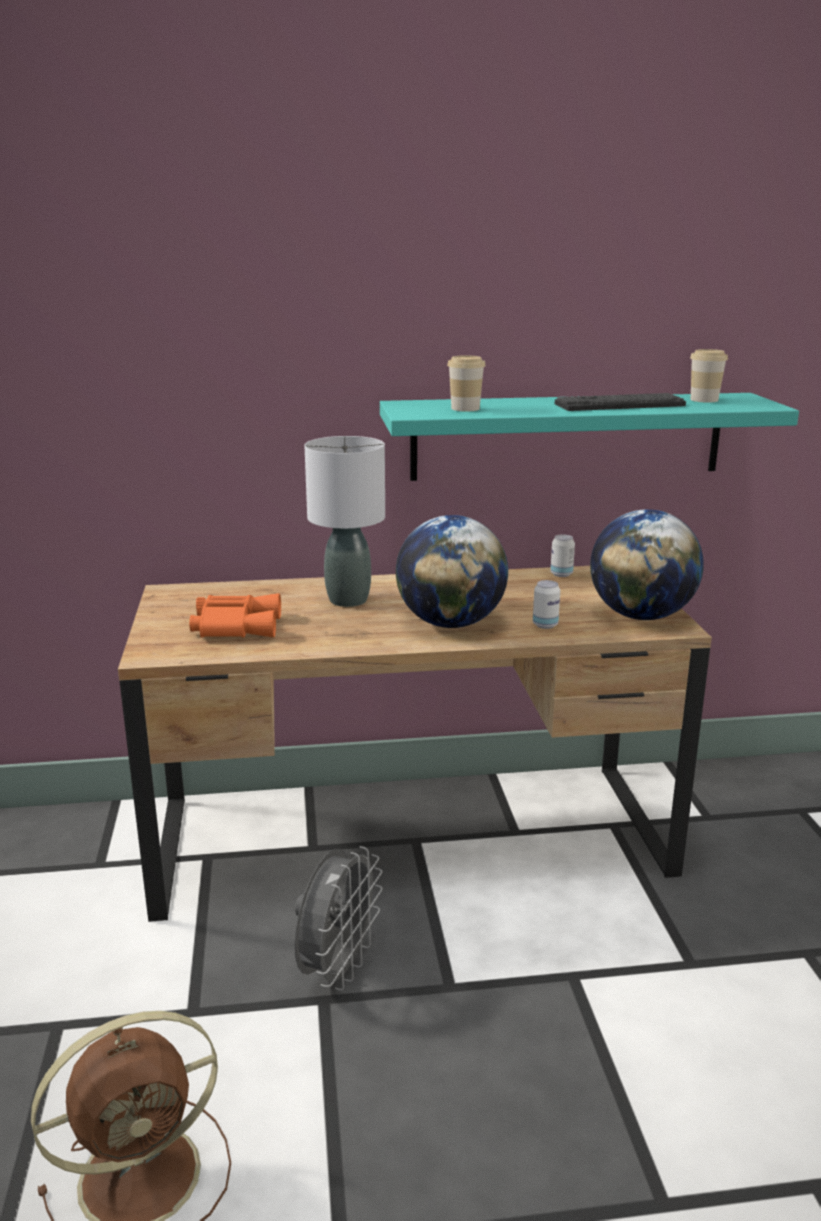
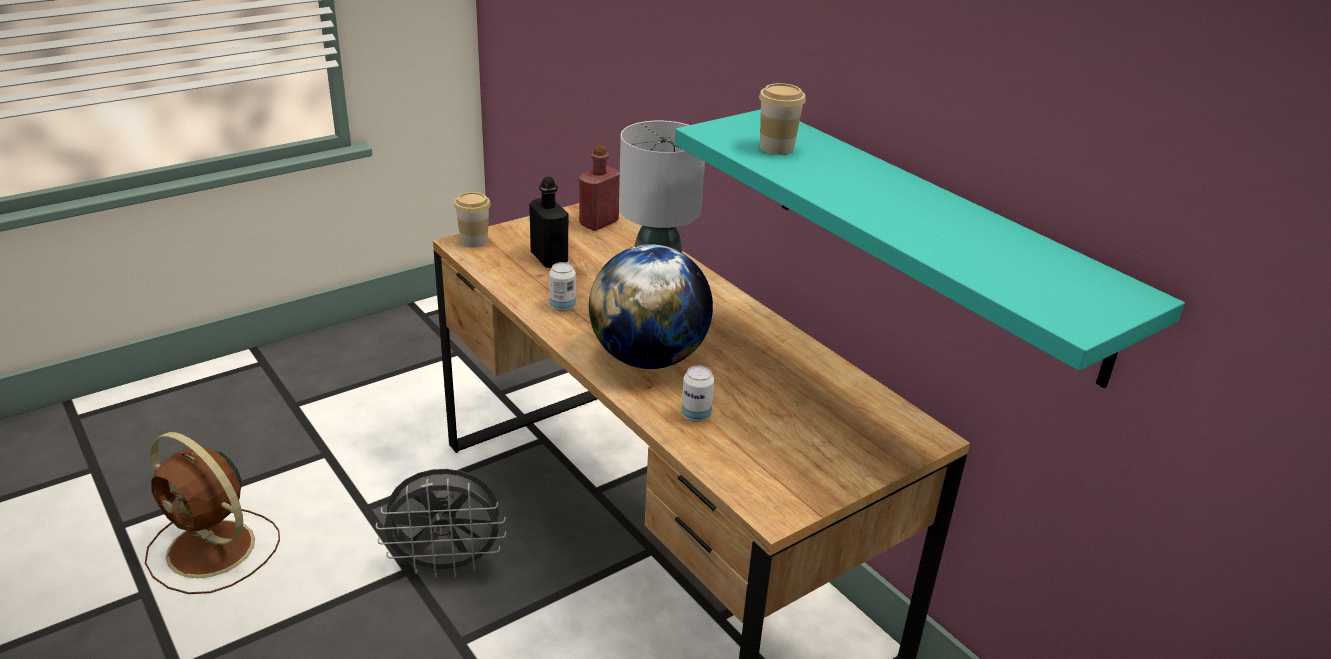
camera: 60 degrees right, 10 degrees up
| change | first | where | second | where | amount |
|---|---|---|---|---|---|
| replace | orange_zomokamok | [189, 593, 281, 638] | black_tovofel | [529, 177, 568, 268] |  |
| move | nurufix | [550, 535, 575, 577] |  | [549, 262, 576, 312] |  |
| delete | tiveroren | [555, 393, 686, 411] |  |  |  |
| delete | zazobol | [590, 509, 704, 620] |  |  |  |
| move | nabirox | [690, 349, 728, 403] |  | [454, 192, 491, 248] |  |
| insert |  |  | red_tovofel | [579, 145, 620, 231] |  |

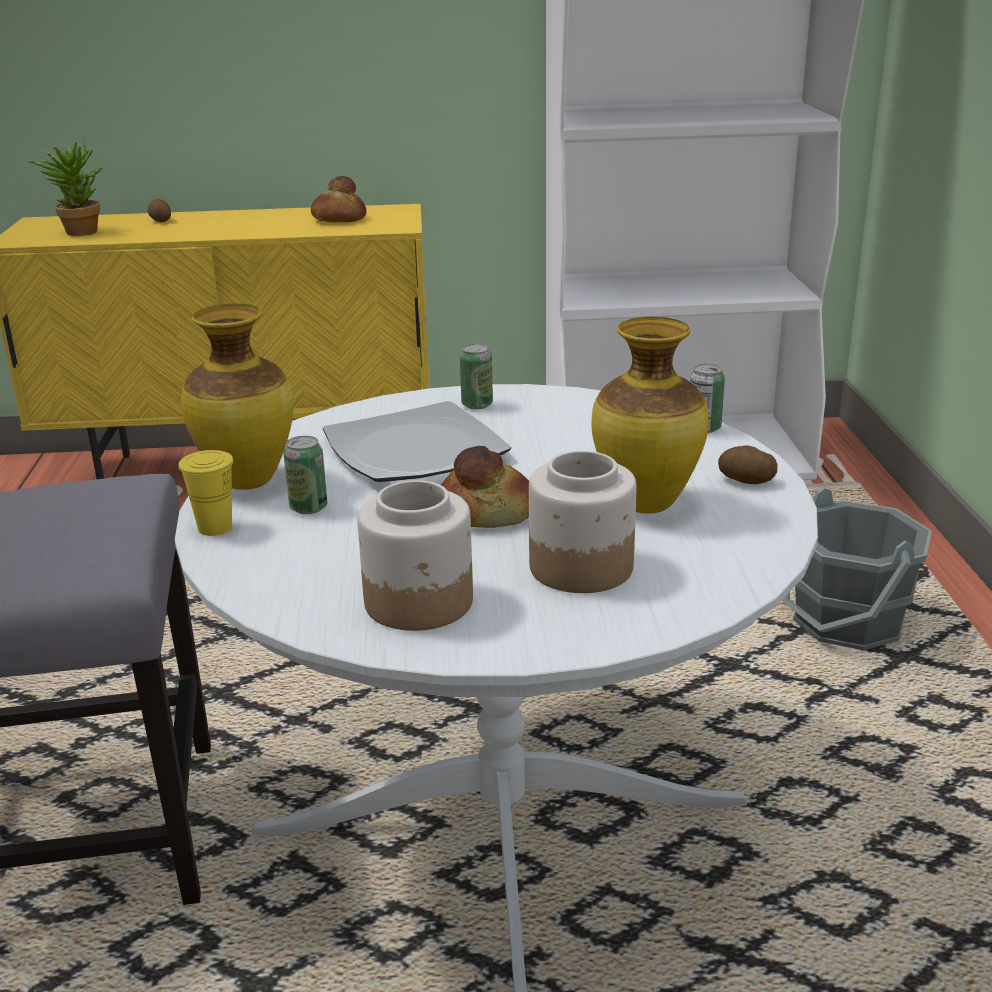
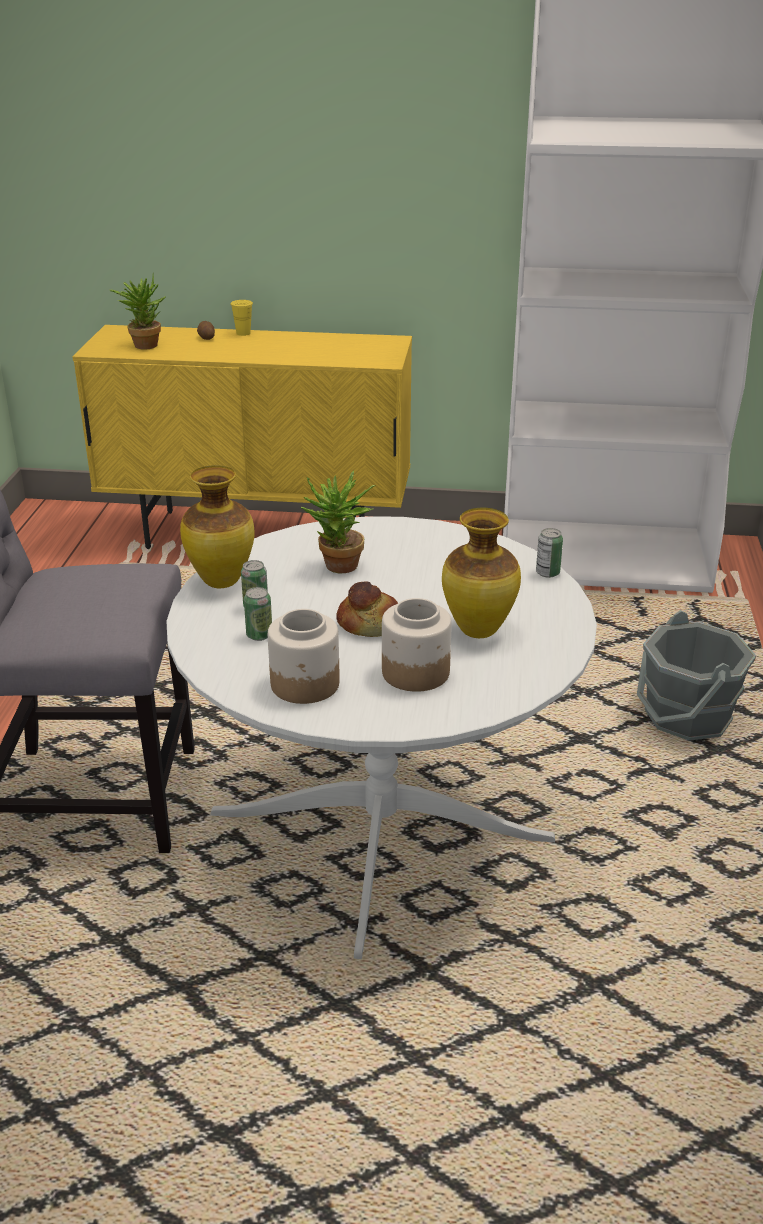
camera: 10 degrees right, 5 degrees up
| change | first | where | second | where | amount |
|---|---|---|---|---|---|
| move | yellow_nabirox | [178, 450, 234, 536] |  | [230, 300, 253, 336] |  |
| delete | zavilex | [311, 176, 367, 222] |  |  |  |
| replace | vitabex | [323, 401, 511, 482] | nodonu | [301, 471, 376, 573] |  |
| move | nurufix | [460, 344, 493, 409] |  | [244, 587, 272, 641] |  |
| delete | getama | [718, 446, 778, 484] |  |  |  |

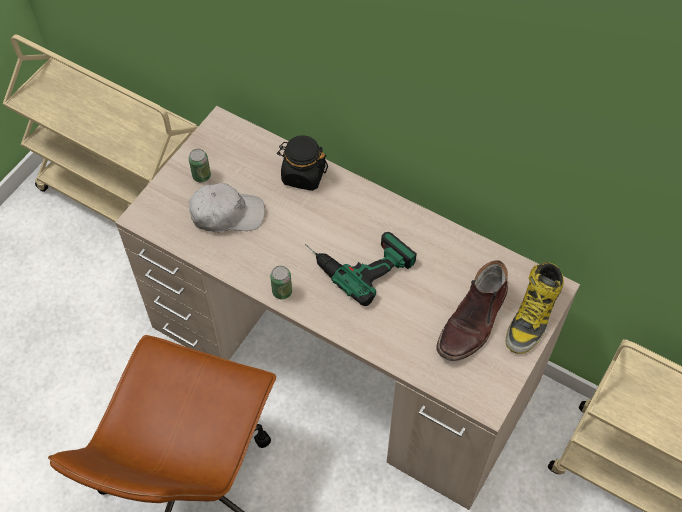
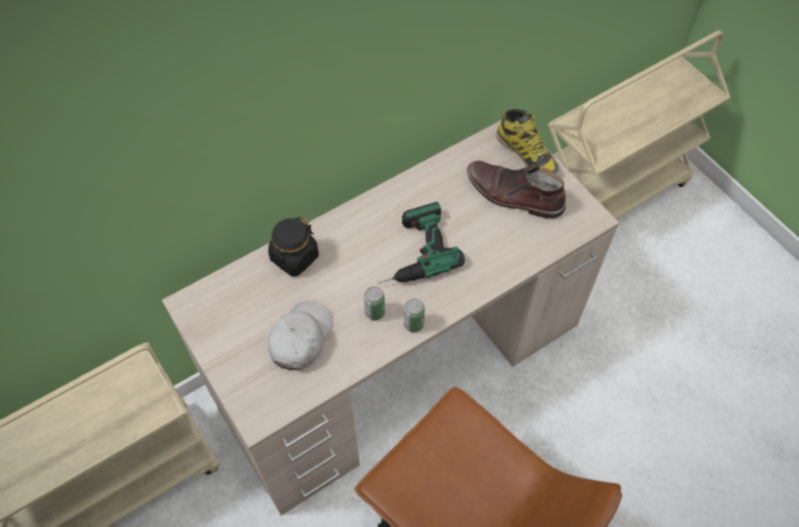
camera: 65 degrees left, 0 degrees up
| change | first | where | second | where | amount |
|---|---|---|---|---|---|
| move | nurufix | [189, 149, 211, 182] |  | [364, 287, 385, 320] |  |
| rotate | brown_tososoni | [436, 260, 508, 361] |  | [467, 161, 566, 219] | 150 degrees clockwise |

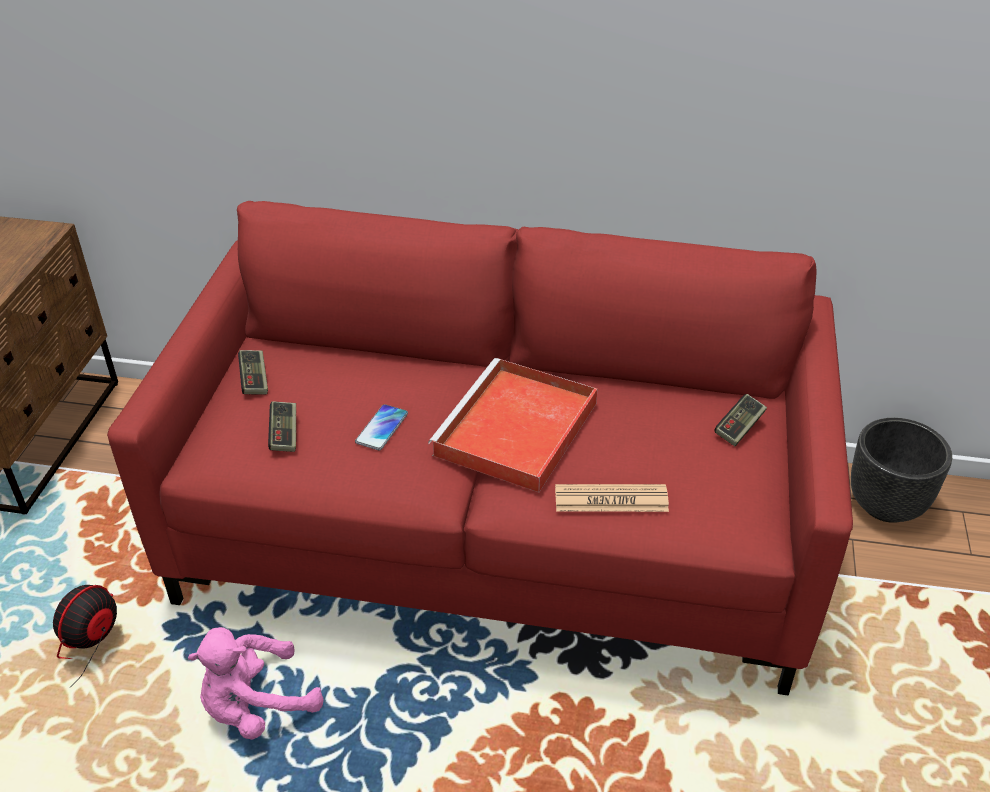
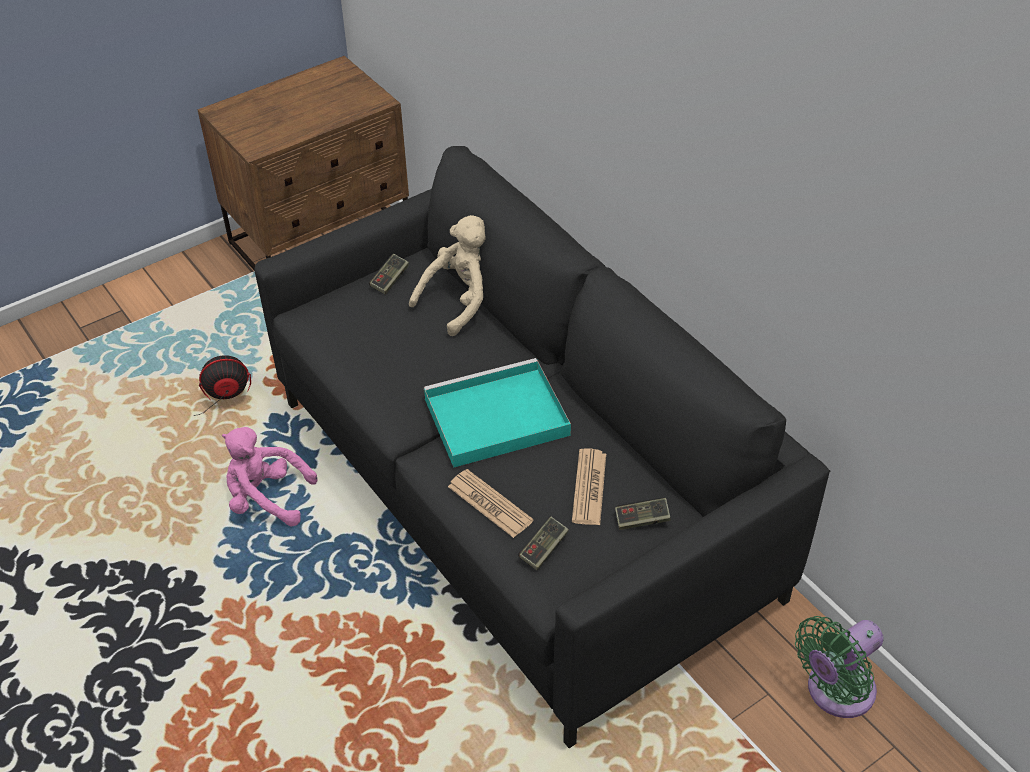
camera: 45 degrees right, 5 degrees up
| change | first | where | second | where | amount |
|---|---|---|---|---|---|
| recolor | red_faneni | [107, 201, 853, 695] | black_faneni | [255, 146, 831, 748] |  |
| move | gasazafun | [268, 401, 296, 452] |  | [518, 516, 569, 570] |  |
| delete | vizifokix | [355, 404, 408, 450] |  |  |  |
| recolor | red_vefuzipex | [428, 358, 597, 493] | turquoise_vefuzipex | [424, 358, 571, 467] |  |
| replace | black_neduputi | [851, 418, 952, 523] | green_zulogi | [795, 616, 884, 718] |  |
| insert |  |  | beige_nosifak | [409, 215, 486, 336] |  |
| insert |  |  | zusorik | [572, 448, 606, 525] |  |

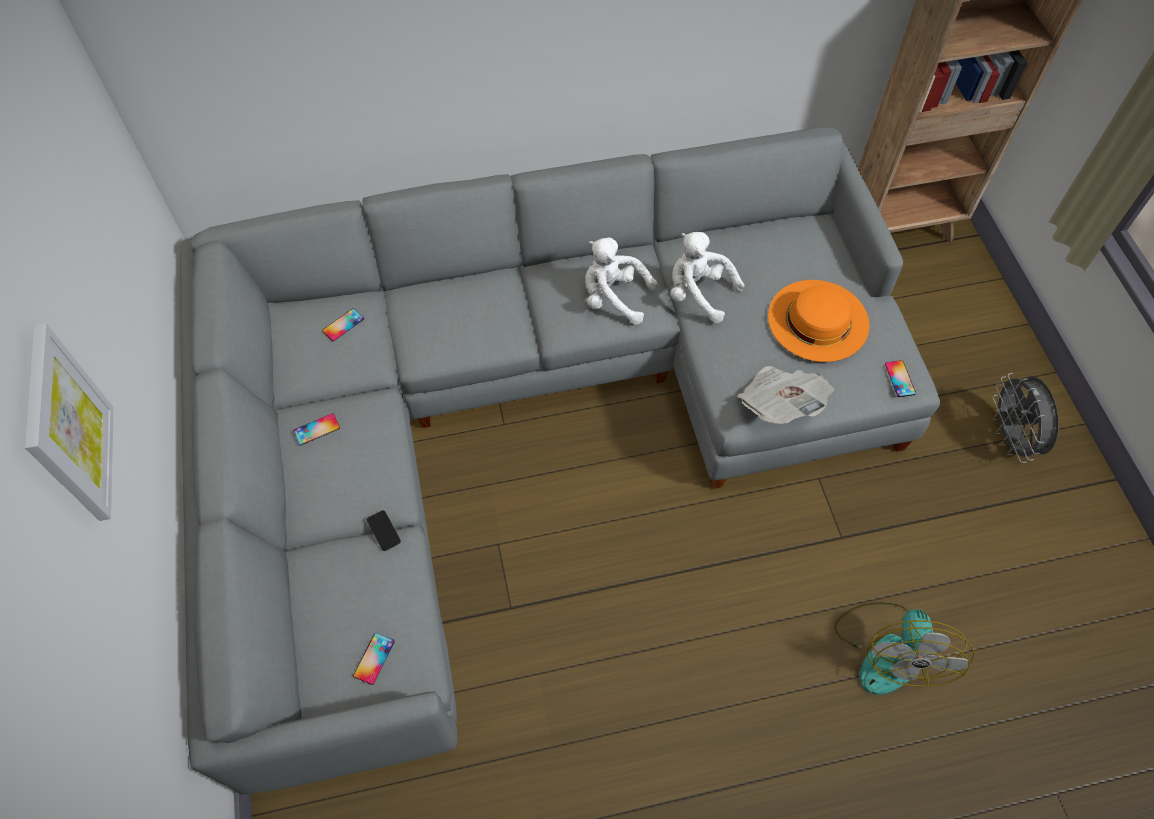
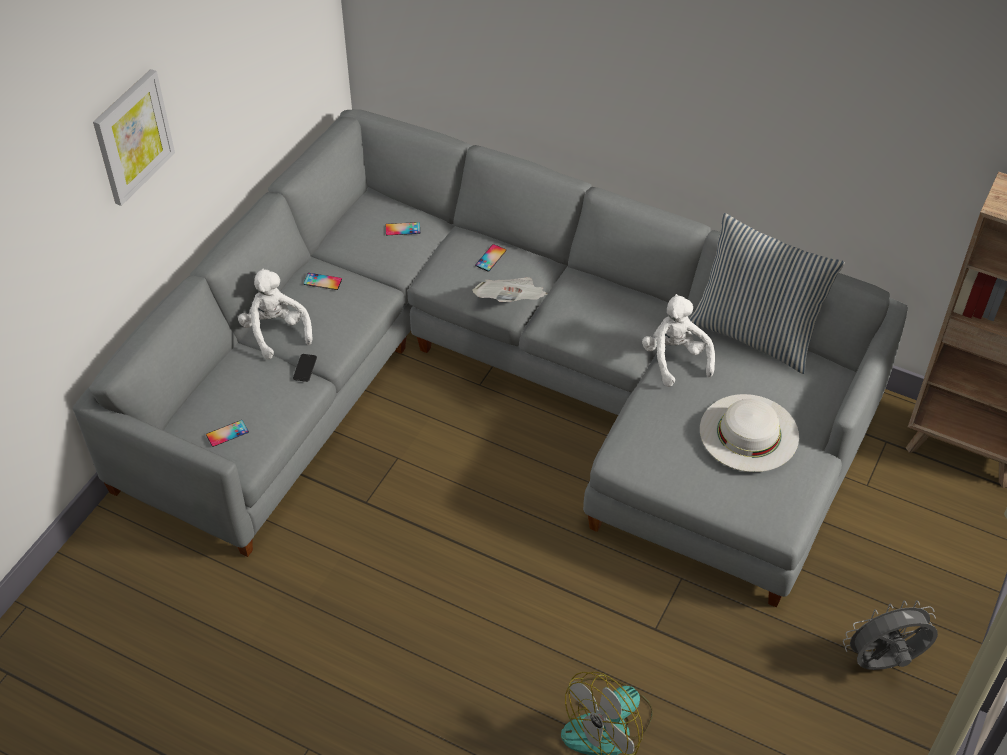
camera: 40 degrees right, 10 degrees down
| change | first | where | second | where | amount |
|---|---|---|---|---|---|
| move | white_nosifak | [585, 238, 658, 325] |  | [238, 268, 312, 360] |  |
| move | zusorik | [737, 366, 835, 424] |  | [473, 277, 547, 302] |  |
| recolor | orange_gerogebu | [768, 280, 870, 362] | white_gerogebu | [700, 394, 799, 472] |  |
| move | vizifokix | [885, 360, 916, 397] |  | [475, 244, 507, 272] |  |
| rotate | grey_zulogi | [992, 373, 1059, 463] |  | [843, 600, 938, 670] | 45 degrees clockwise |
| insert |  |  | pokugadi | [690, 213, 845, 374] |  |

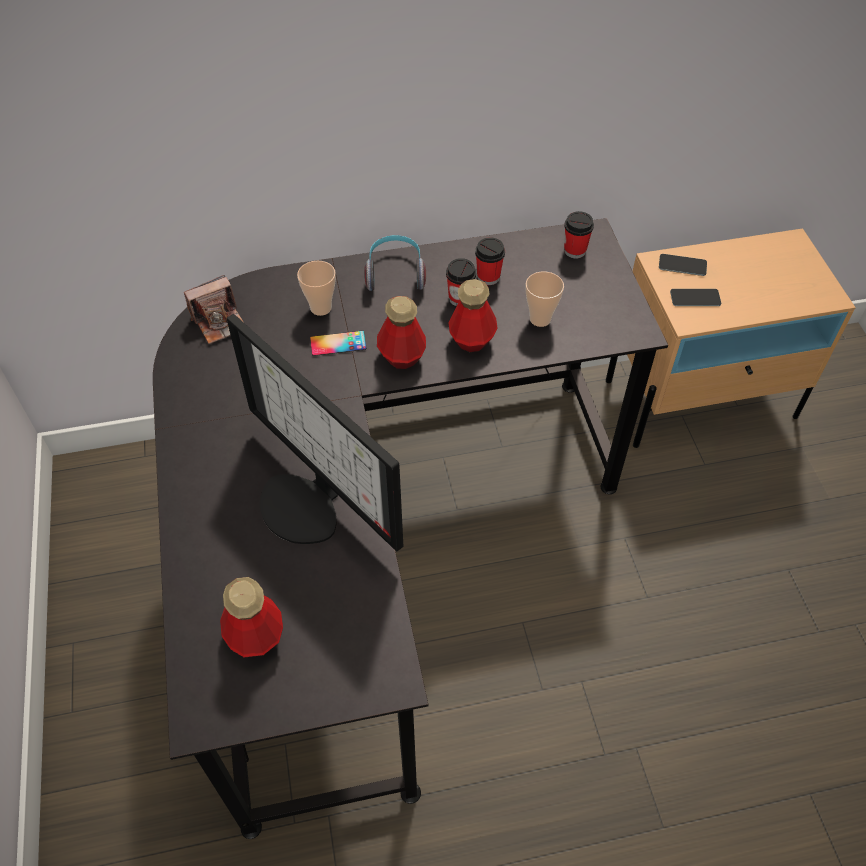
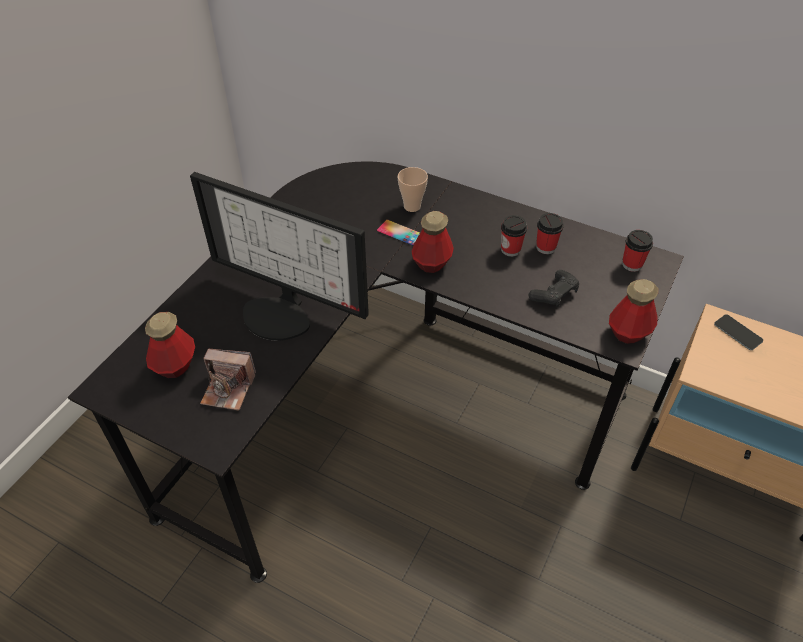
camera: 40 degrees right, 5 degrees down
| change | first | where | second | where | amount |
|---|---|---|---|---|---|
| move | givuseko | [184, 275, 243, 344] |  | [200, 349, 256, 411] |  |
| rotate | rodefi | [226, 314, 403, 551] |  | [190, 172, 369, 341] | 60 degrees counterclockwise |
| delete | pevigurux | [364, 235, 426, 291] |  |  |  |
| move | tovofel | [448, 279, 498, 352] |  | [609, 279, 659, 344] |  |
| replace | nabirox | [525, 272, 564, 327] | black_gasazafun | [529, 270, 579, 307] |  |
| delete | vizifokix | [670, 289, 721, 306] |  |  |  |

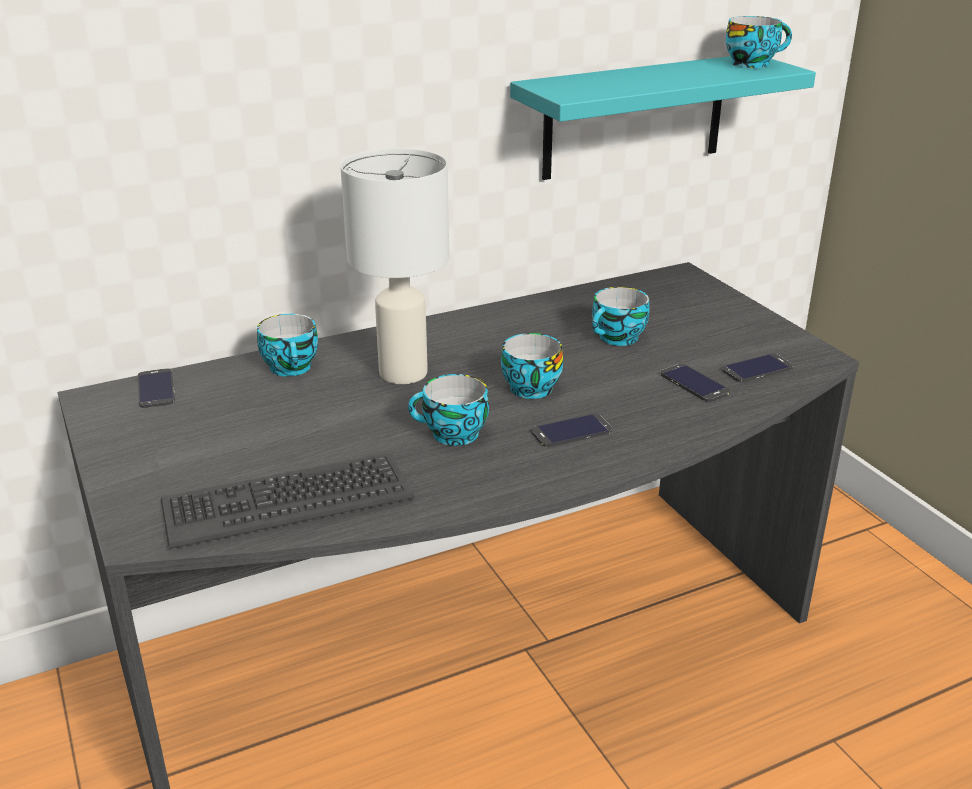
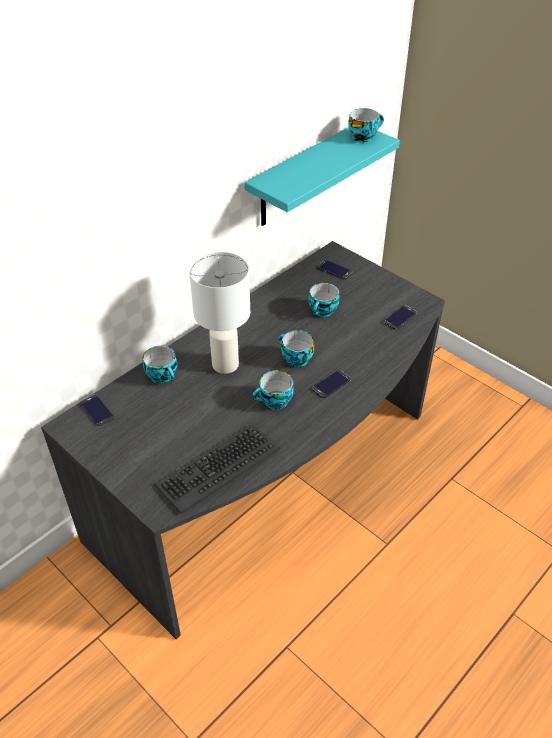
camera: 20 degrees left, 15 degrees up
| change | first | where | second | where | amount |
|---|---|---|---|---|---|
| move | vizifokix | [661, 364, 730, 402] |  | [318, 260, 352, 279] |  |

